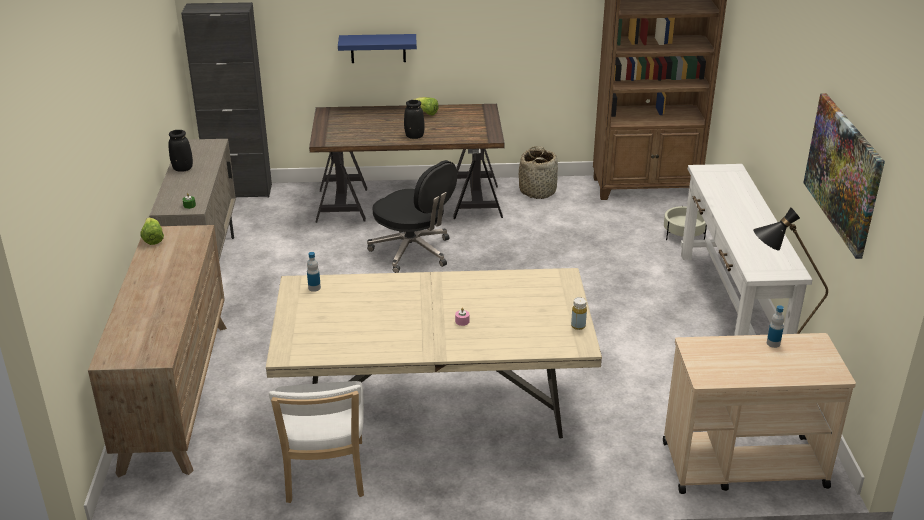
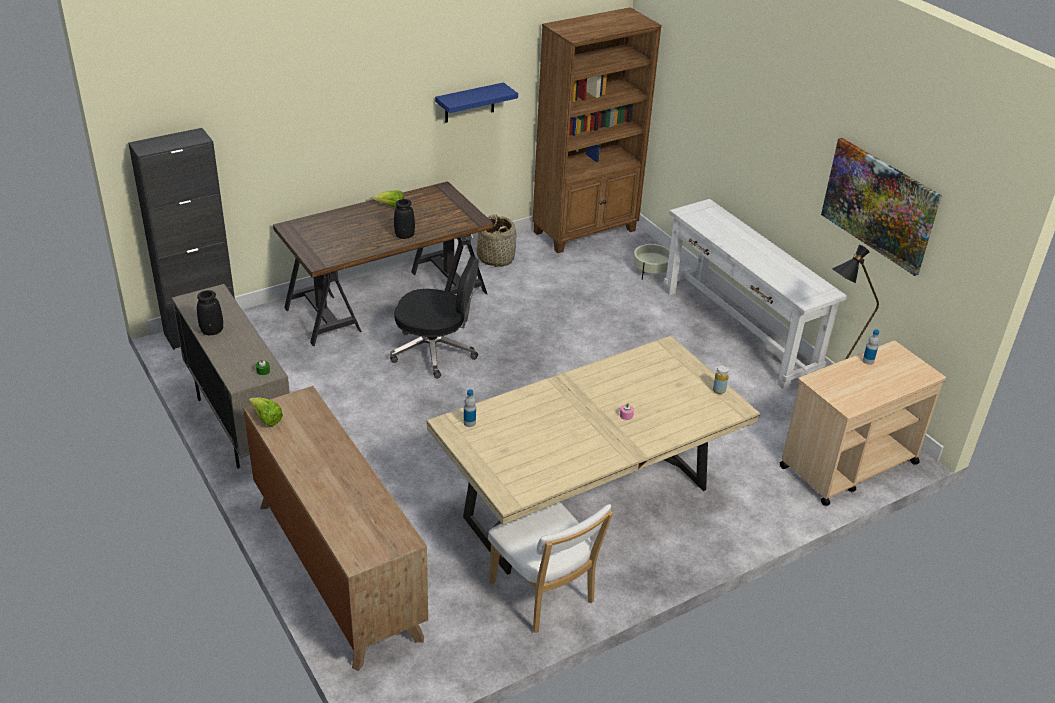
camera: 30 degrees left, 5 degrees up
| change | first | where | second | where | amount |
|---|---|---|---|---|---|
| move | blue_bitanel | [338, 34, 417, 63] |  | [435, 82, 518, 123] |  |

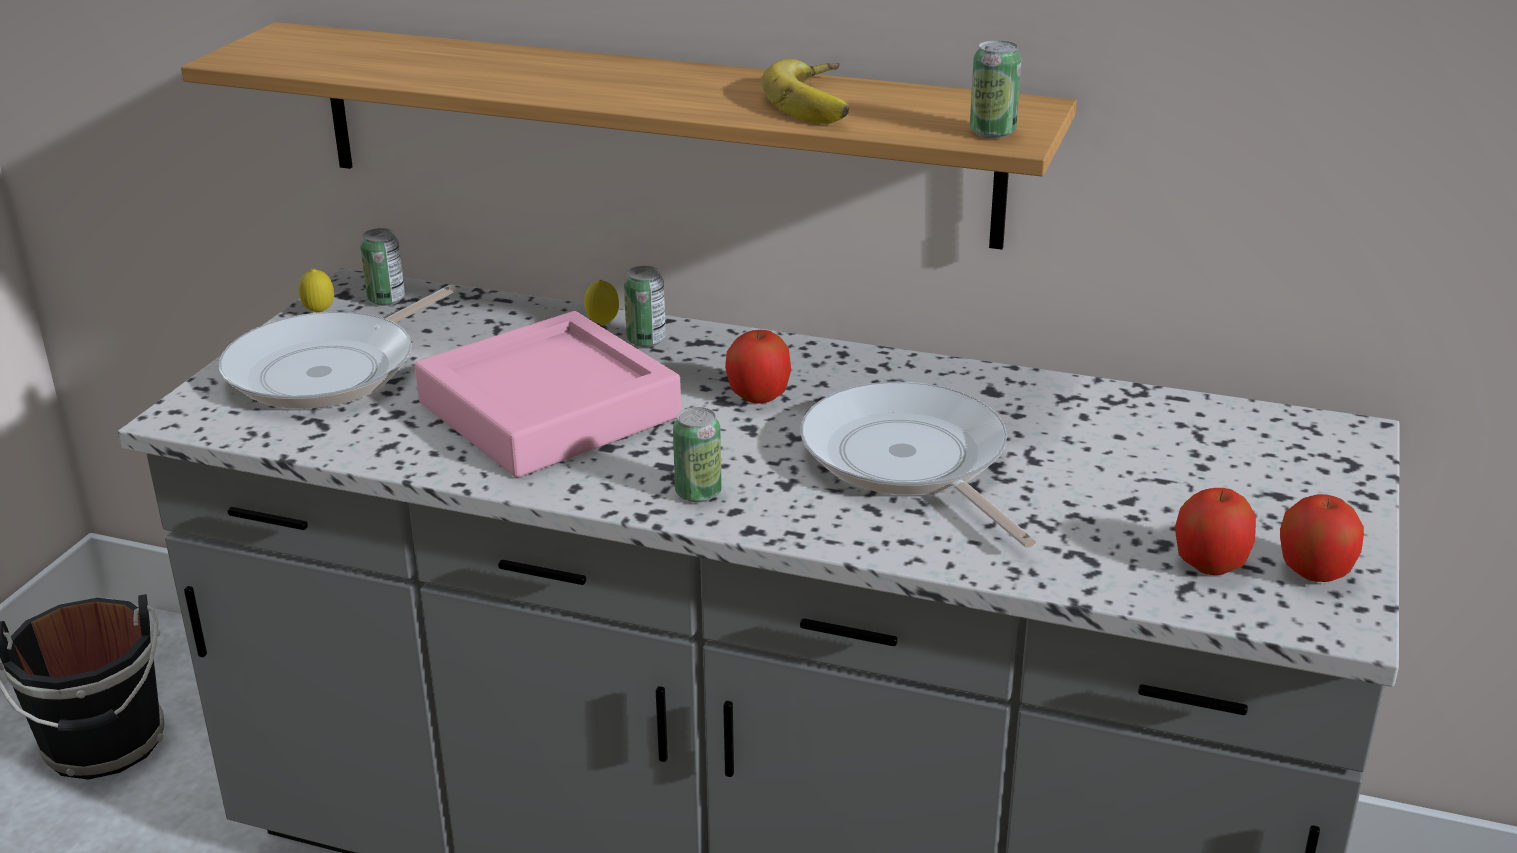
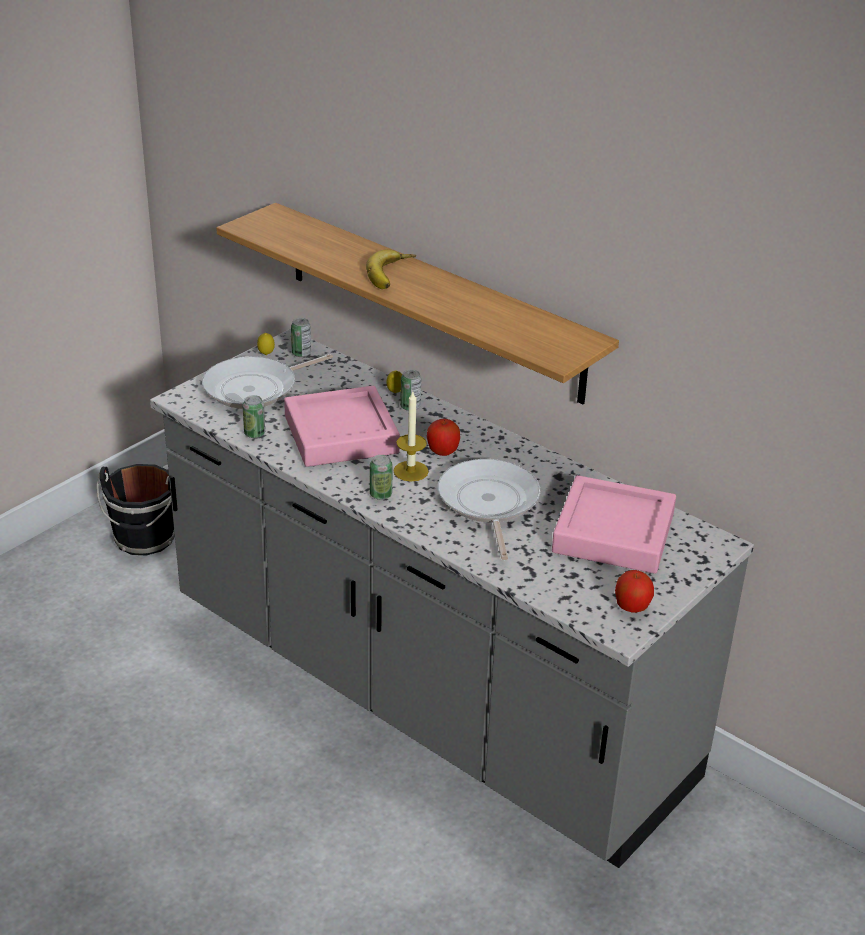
camera: 20 degrees right, 5 degrees up
| change | first | where | second | where | amount |
|---|---|---|---|---|---|
| move | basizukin | [761, 59, 849, 124] |  | [366, 249, 416, 289] |  |
| move | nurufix | [970, 41, 1022, 138] |  | [242, 395, 265, 438] |  |
| delete | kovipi | [1175, 488, 1256, 575] |  |  |  |
| insert |  |  | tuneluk | [393, 390, 429, 482] |  |
| insert |  |  | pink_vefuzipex | [552, 475, 676, 574] |  |

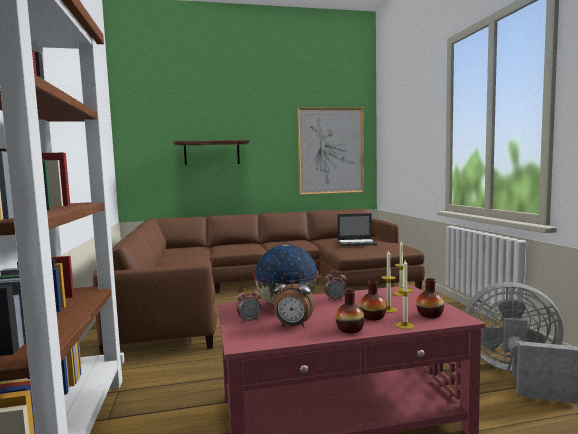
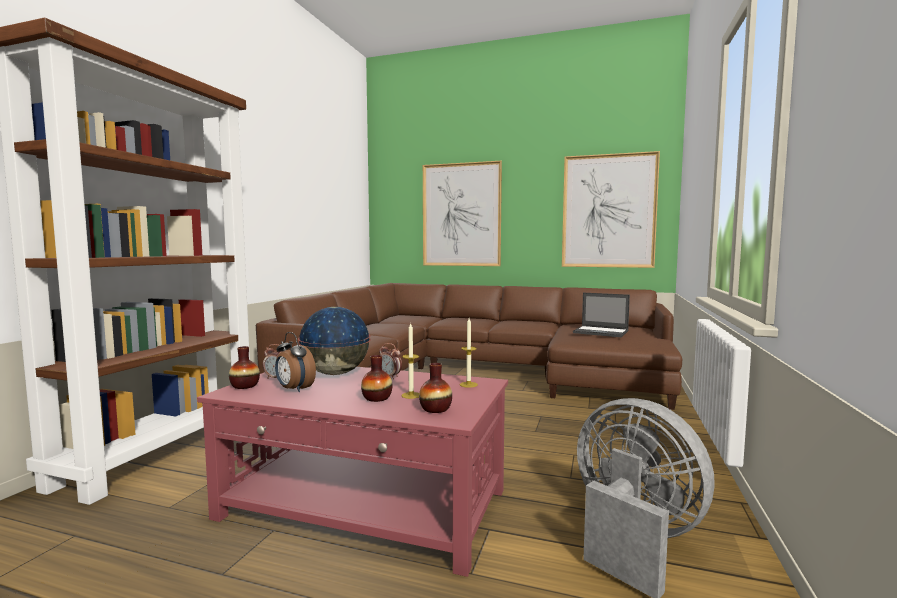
camera: 30 degrees right, 0 degrees up
| change | first | where | second | where | amount |
|---|---|---|---|---|---|
| replace | brown_bitanel | [174, 140, 250, 165] | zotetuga | [423, 161, 502, 266] |  |
| move | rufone | [336, 290, 364, 333] |  | [229, 346, 260, 389] |  |
| delete | tuneluk | [396, 260, 415, 329] |  |  |  |

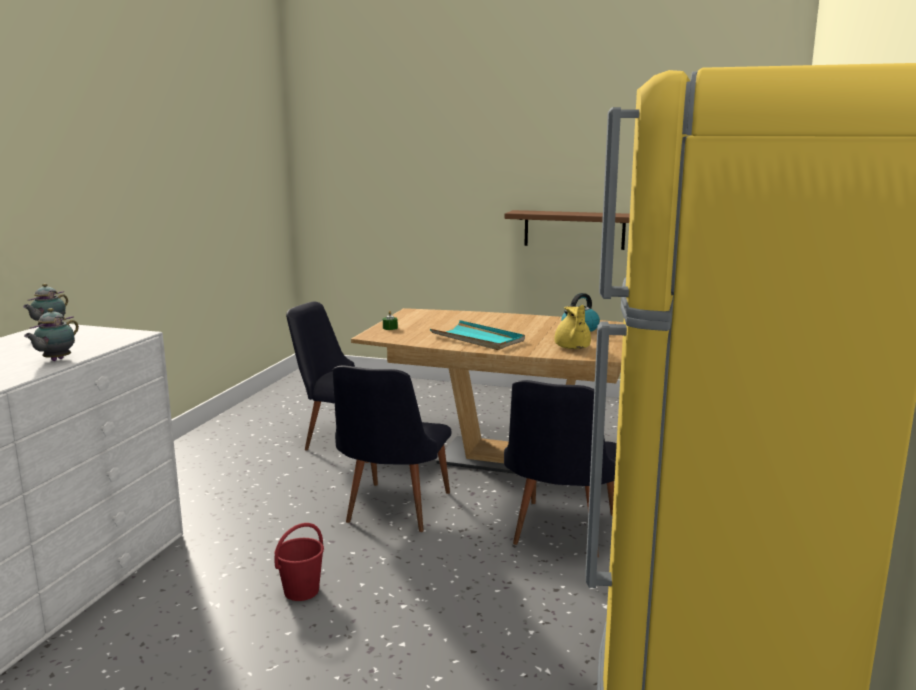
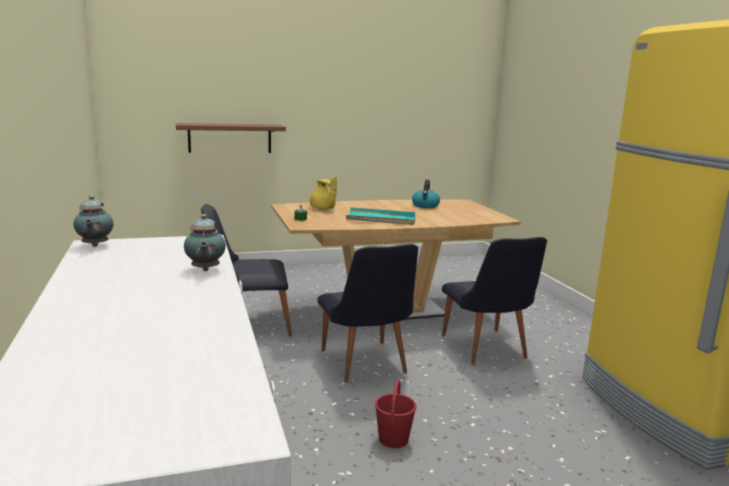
camera: 35 degrees left, 0 degrees up
| change | first | where | second | where | amount |
|---|---|---|---|---|---|
| move | brown_bitanel | [504, 210, 630, 250] |  | [176, 123, 286, 153] |  |
| move | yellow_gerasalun | [554, 305, 591, 349] |  | [310, 176, 337, 209] |  |

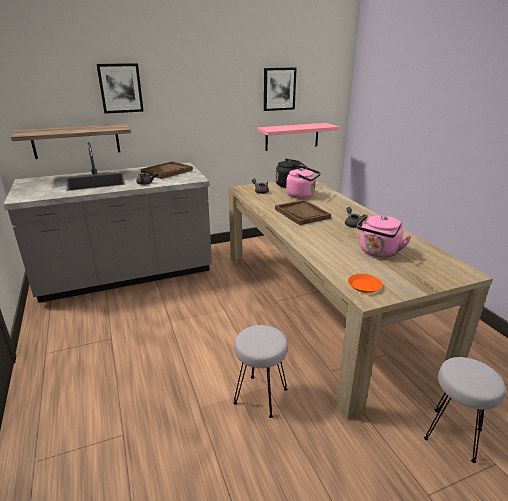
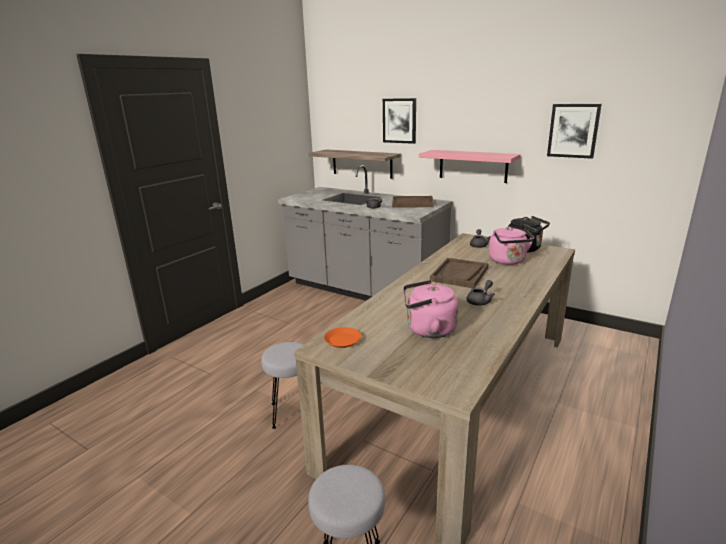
camera: 55 degrees right, 5 degrees down
| change | first | where | second | where | amount |
|---|---|---|---|---|---|
| move | pink_bitanel | [257, 123, 339, 151] |  | [419, 150, 521, 183] |  |

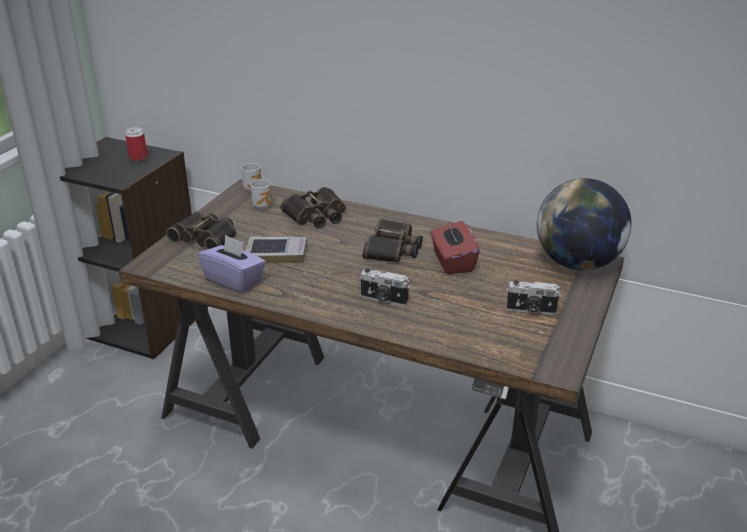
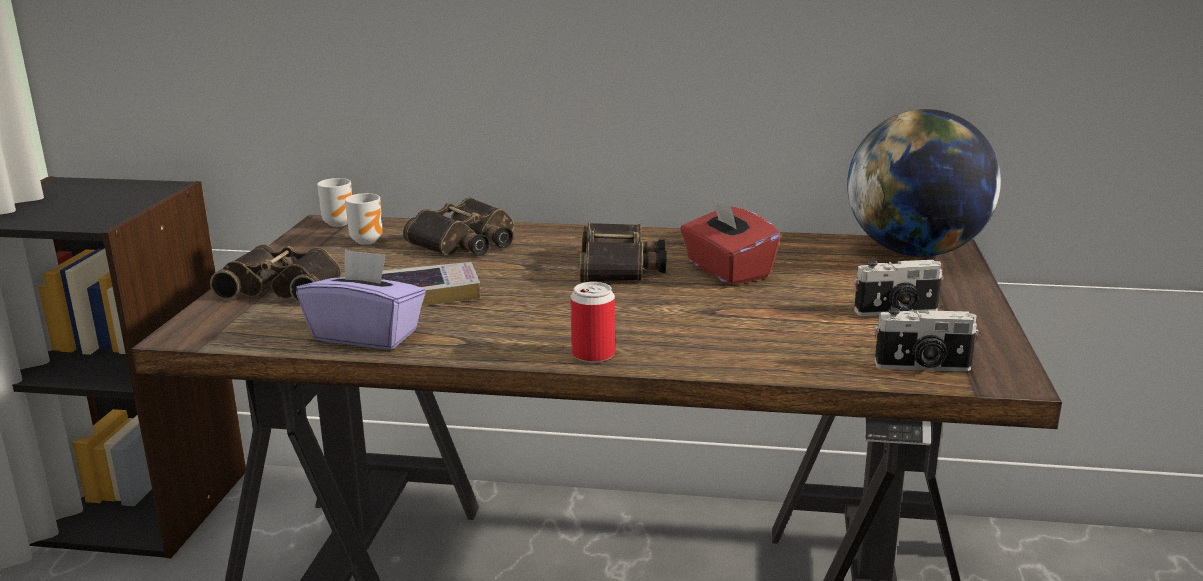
camera: 15 degrees left, 10 degrees down
| change | first | where | second | where | amount |
|---|---|---|---|---|---|
| move | nurufix | [125, 127, 148, 161] |  | [570, 282, 615, 363] |  |
| move | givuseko | [360, 268, 410, 306] |  | [874, 308, 979, 372] |  |

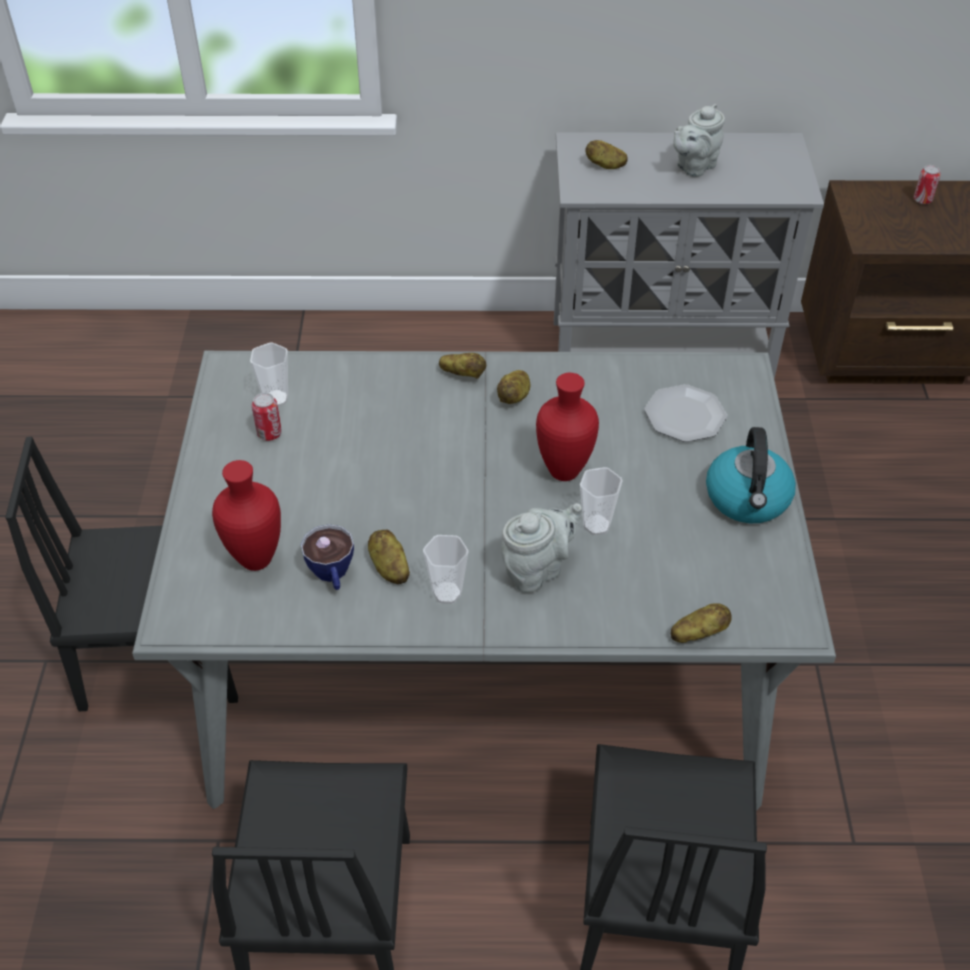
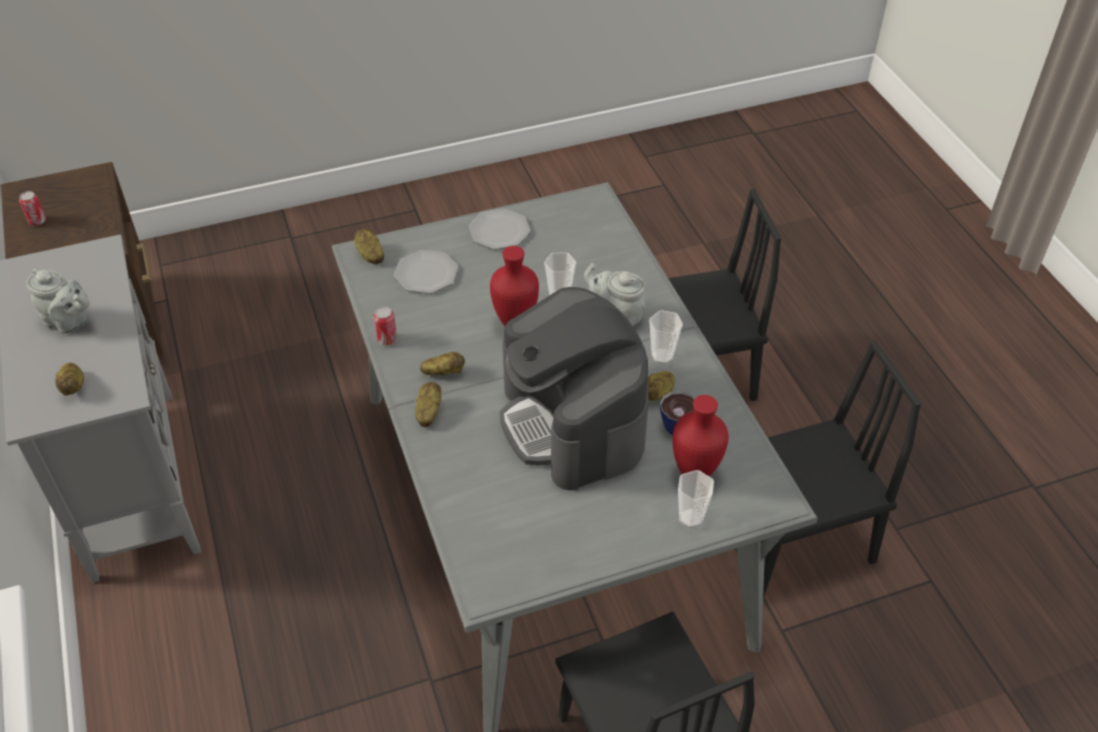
camera: 110 degrees left, 0 degrees up
| change | first | where | second | where | amount |
|---|---|---|---|---|---|
| move | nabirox | [250, 343, 288, 406] |  | [678, 470, 714, 528] |  |
| move | nurufix | [252, 393, 282, 441] |  | [373, 306, 397, 346] |  |
| move | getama | [671, 603, 732, 643] |  | [354, 228, 384, 264] |  |
| replace | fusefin | [706, 427, 796, 523] | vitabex | [468, 208, 530, 250] |  |
| insert |  |  | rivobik | [500, 287, 648, 491] |  |

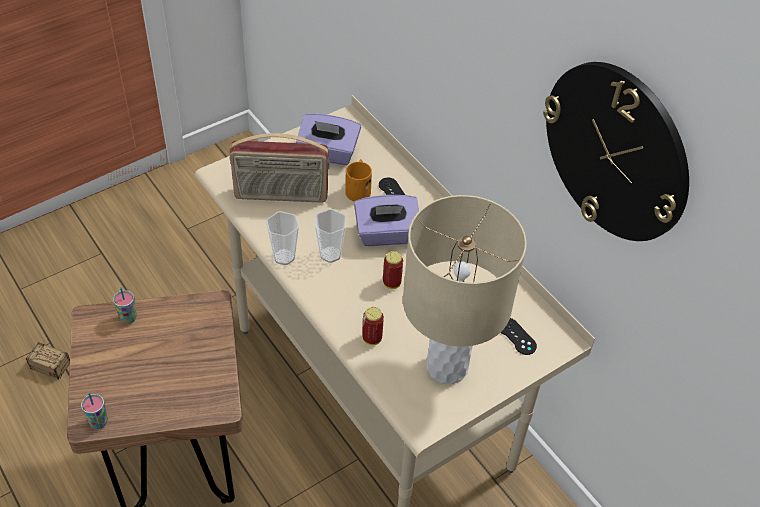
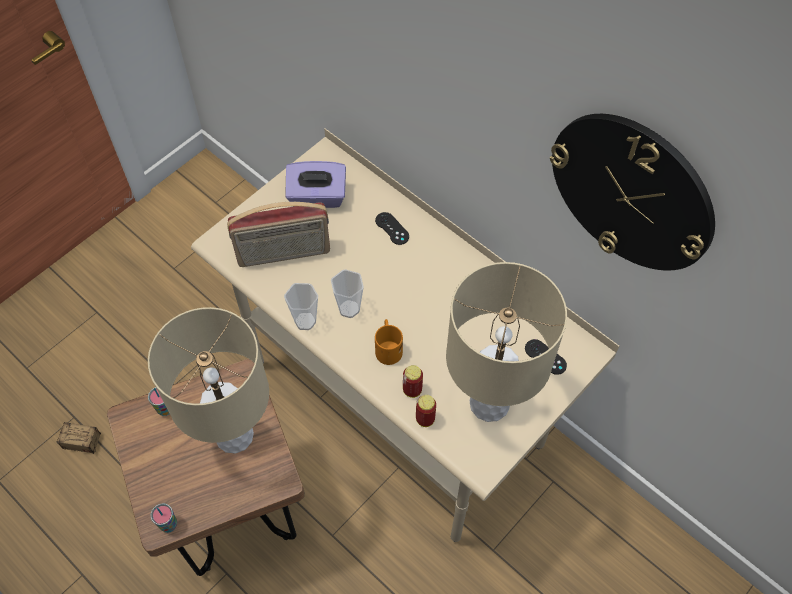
camera: 10 degrees left, 10 degrees up
| change | first | where | second | where | amount |
|---|---|---|---|---|---|
| move | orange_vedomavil | [345, 159, 372, 202] |  | [375, 319, 403, 365] |  |
| delete | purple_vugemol | [354, 195, 419, 246] |  |  |  |
| move | nurufix | [383, 251, 403, 289] |  | [416, 395, 436, 427] |  |
| insert |  |  | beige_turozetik | [148, 307, 269, 454] |  |

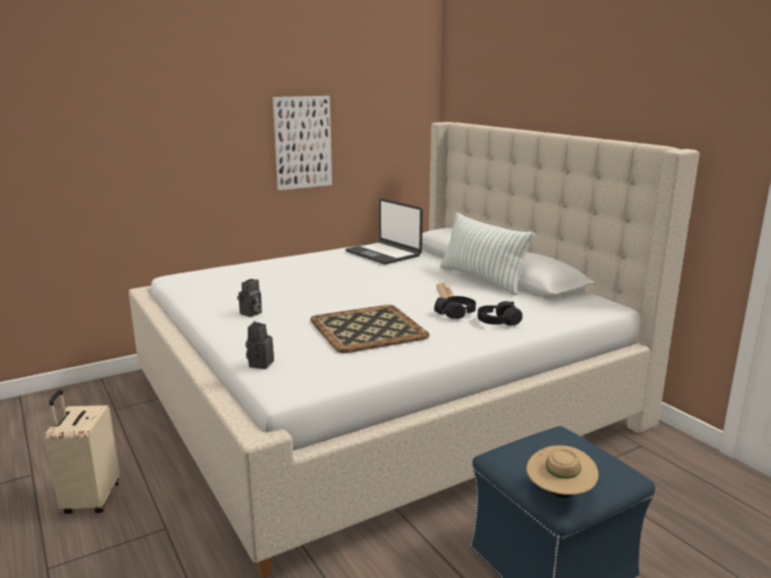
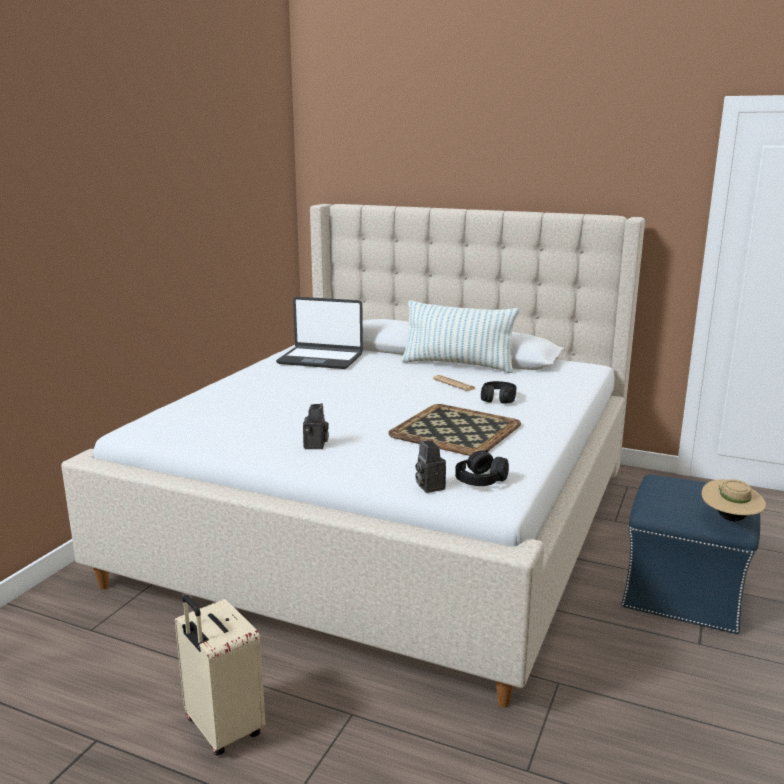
camera: 35 degrees left, 0 degrees up
| change | first | where | second | where | amount |
|---|---|---|---|---|---|
| delete | zotetuga | [273, 96, 332, 190] |  |  |  |
| move | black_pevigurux | [478, 301, 523, 326] |  | [455, 450, 509, 486] |  |

